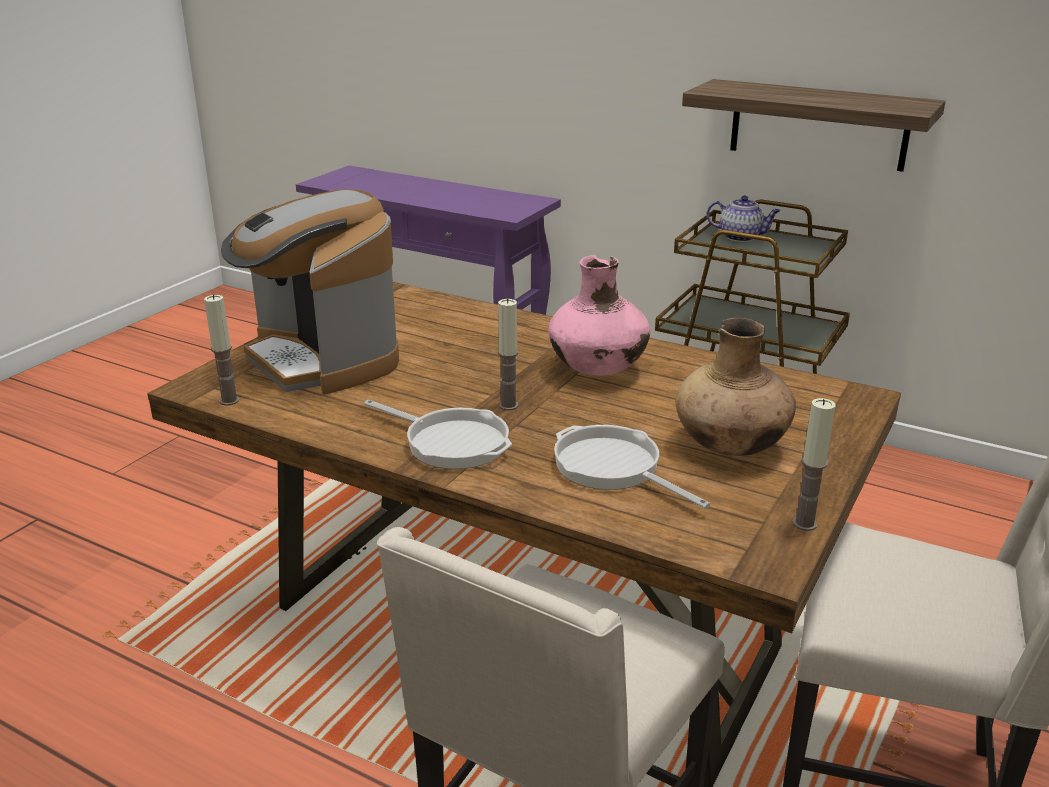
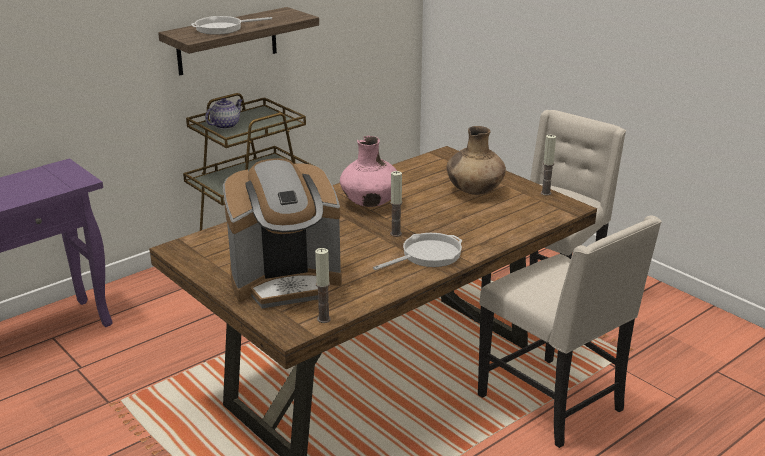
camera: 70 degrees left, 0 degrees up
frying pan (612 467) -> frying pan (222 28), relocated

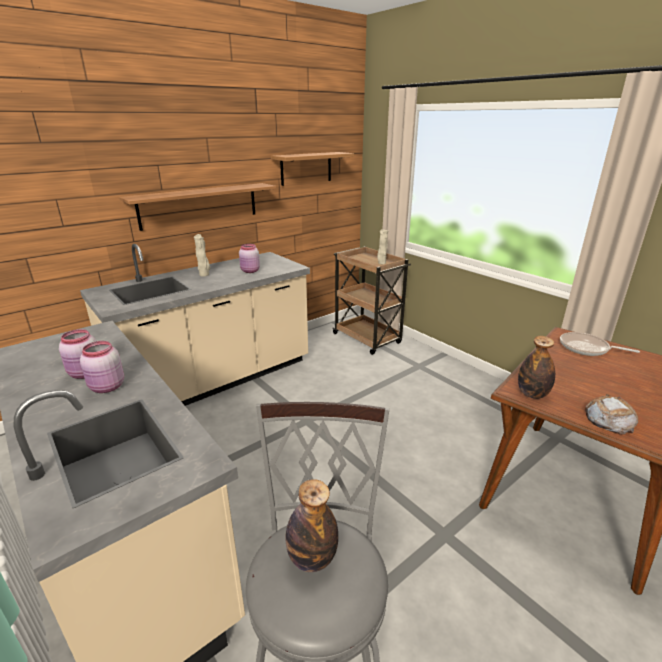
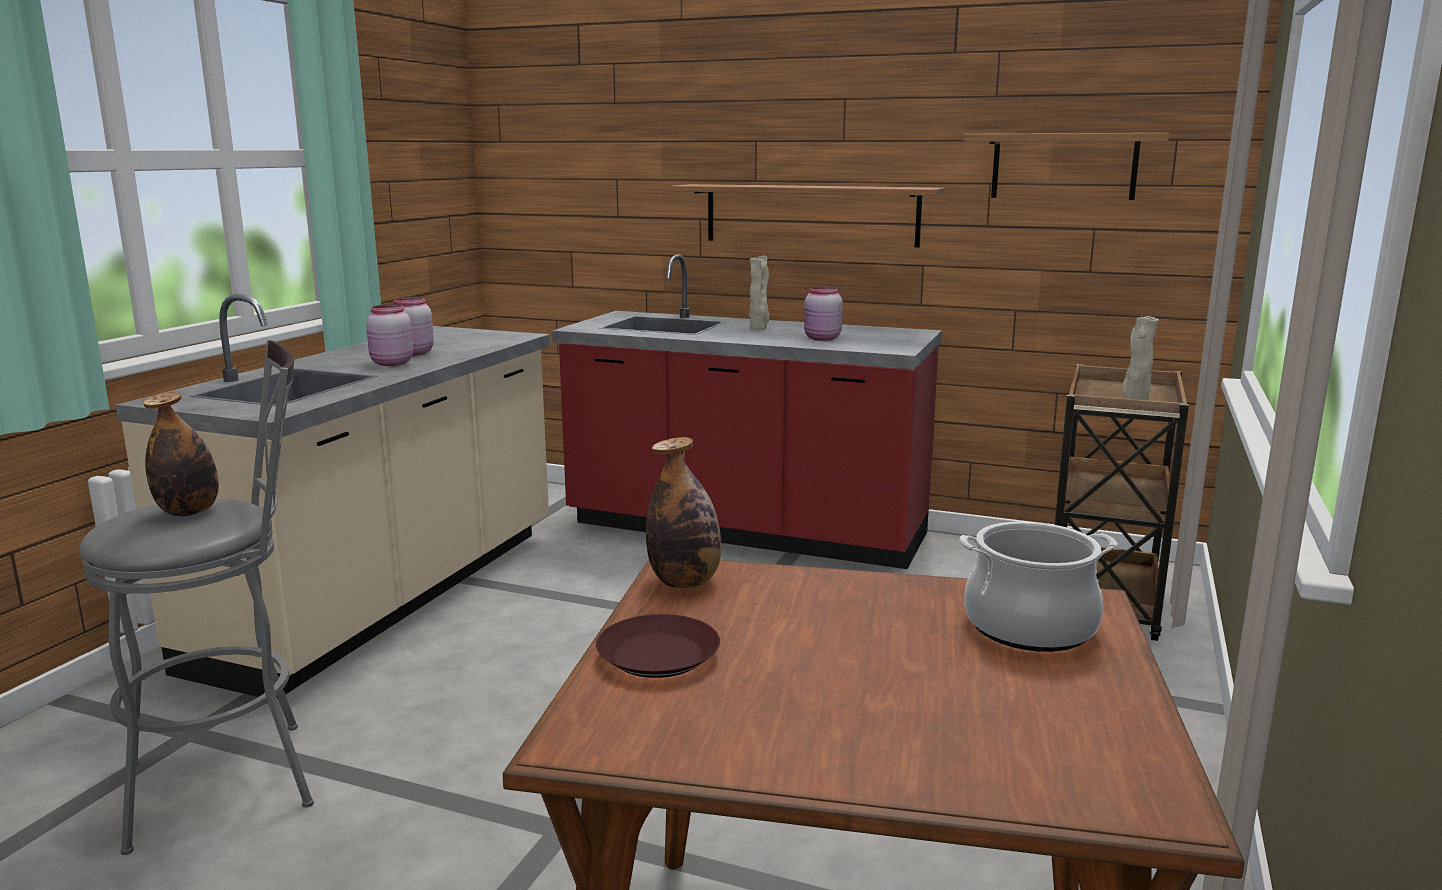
camera: 60 degrees right, 10 degrees down
counter (beige) (217 381) -> counter (red) (745 531)
bread (609 419) -> plate (brown) (657 655)
frying pan (586 348) -> cooking pot (1030 627)

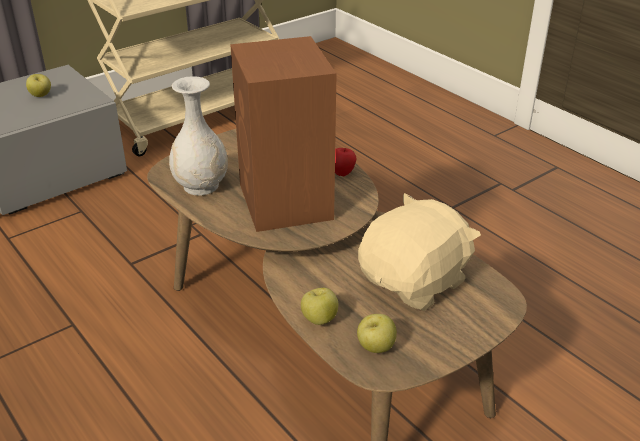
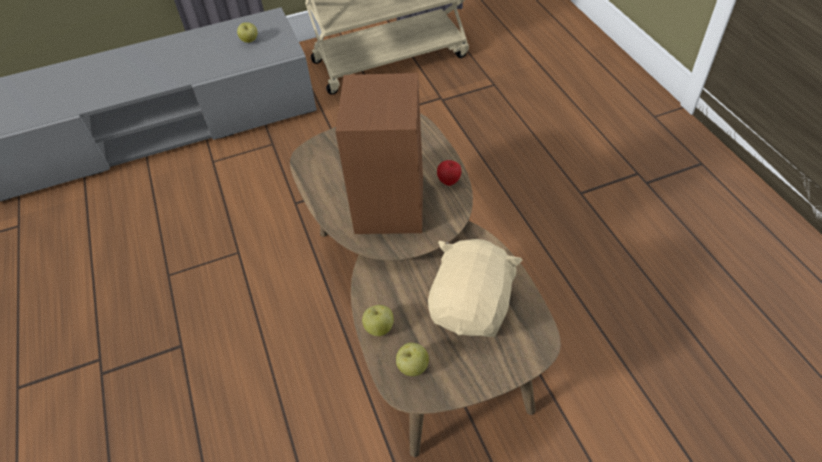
camera: 20 degrees right, 15 degrees up
plush toy (beige) (415 282) -> plush toy (beige) (472 307), 45 degrees counterclockwise
vase (white) (201 185) -> none

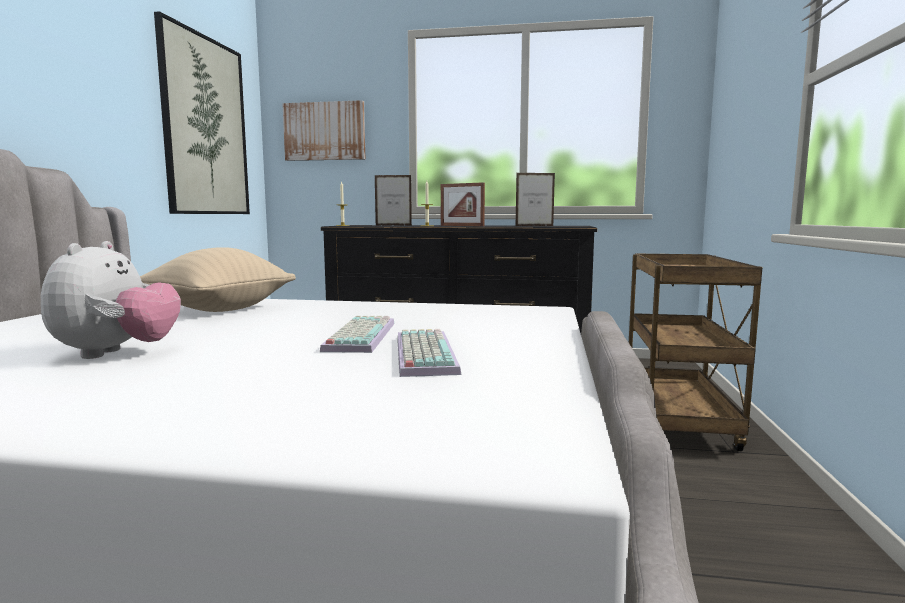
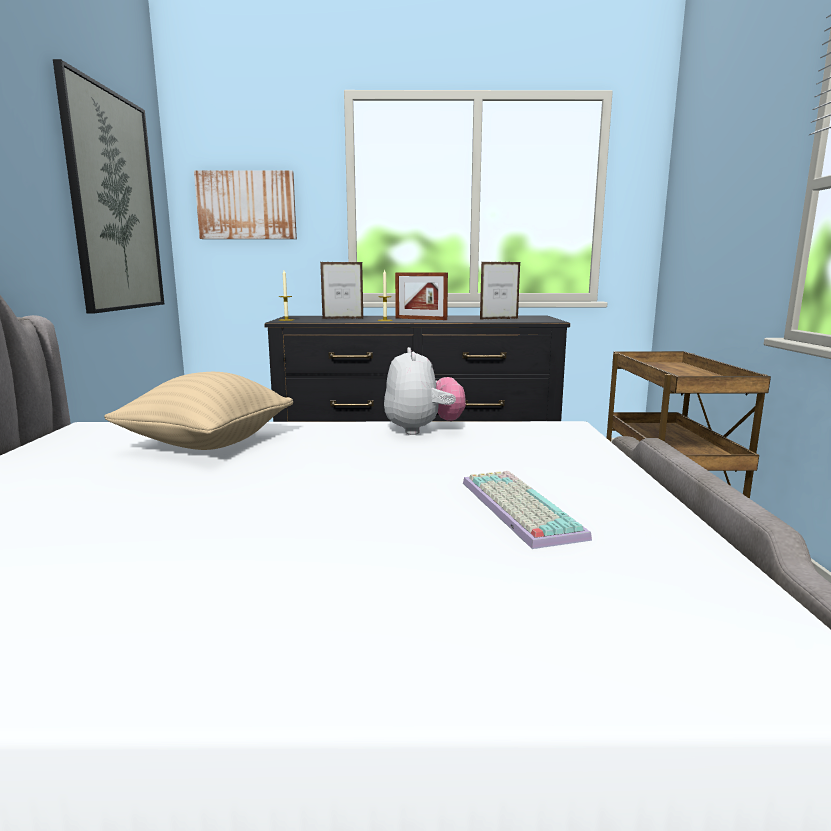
camera: 10 degrees left, 5 degrees up
plush toy (117 353) -> plush toy (422 430), relocated
keyboard (359 335) -> none

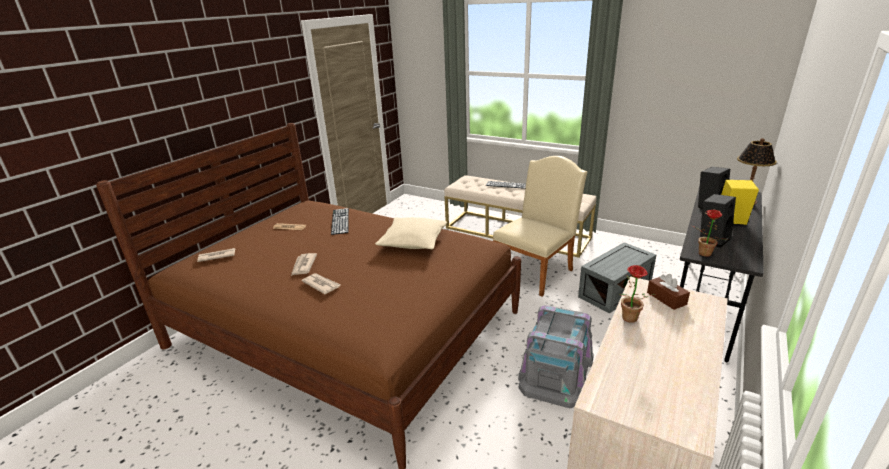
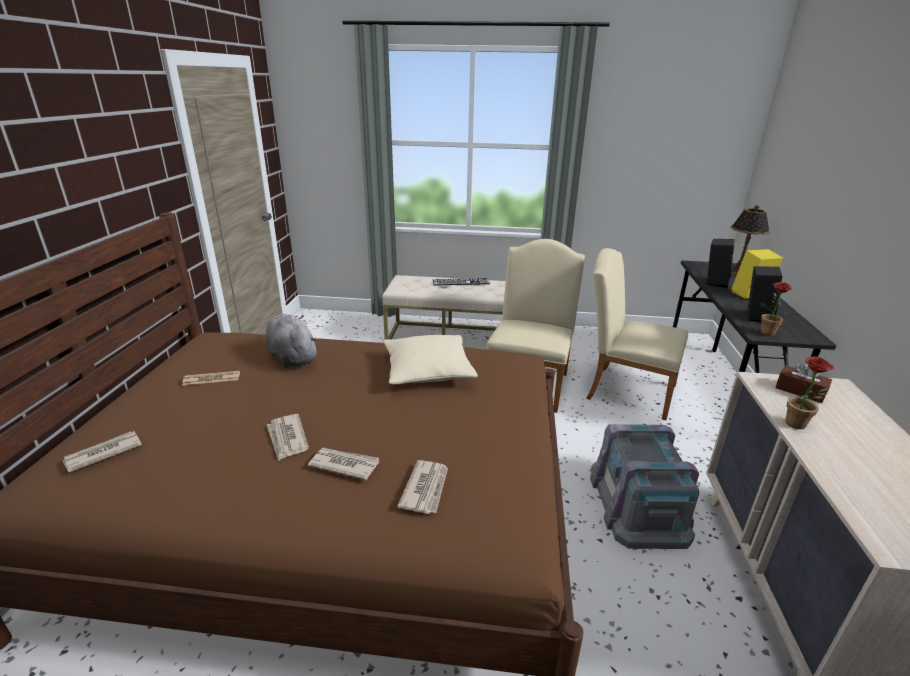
camera: 25 degrees left, 0 degrees up
keyboard (340 221) -> plush toy (grey) (292 357)
none -> newspaper (426 488)
storage box (grey) (614 290) -> chair (beige) (624 389)

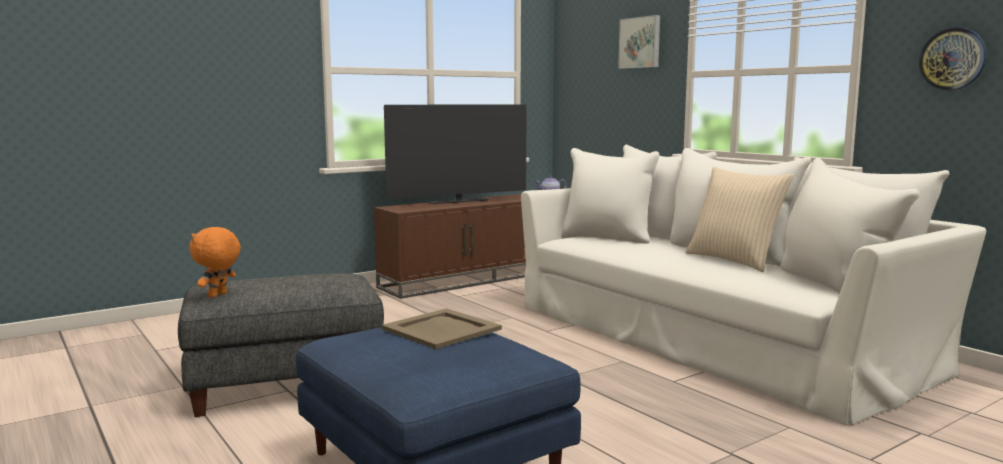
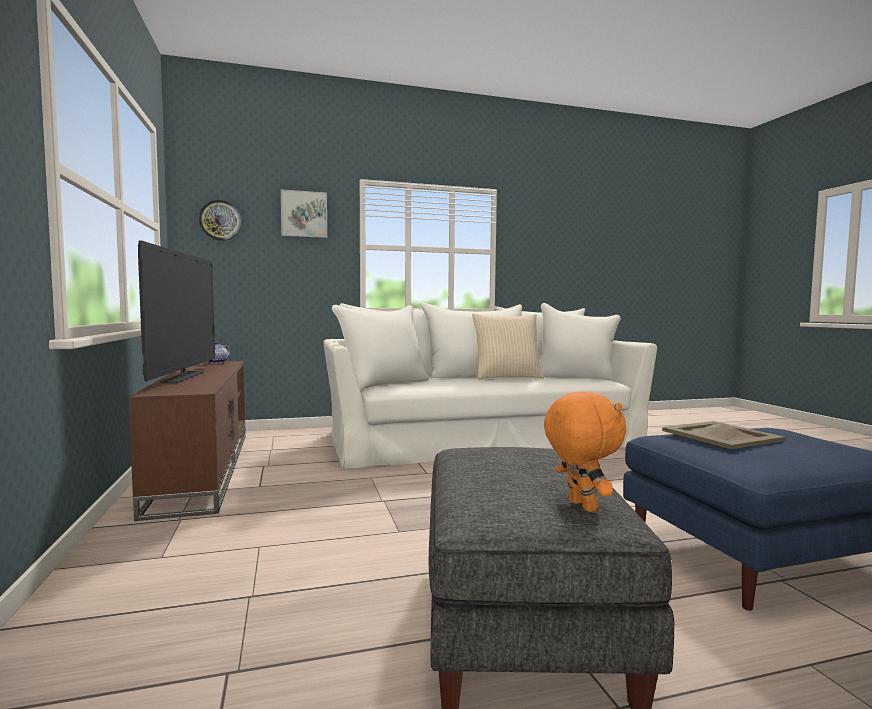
camera: 70 degrees left, 5 degrees down
wall clock (952 59) -> wall clock (220 220), relocated
plush toy (orange) (218 295) -> plush toy (orange) (580 506), 150 degrees counterclockwise

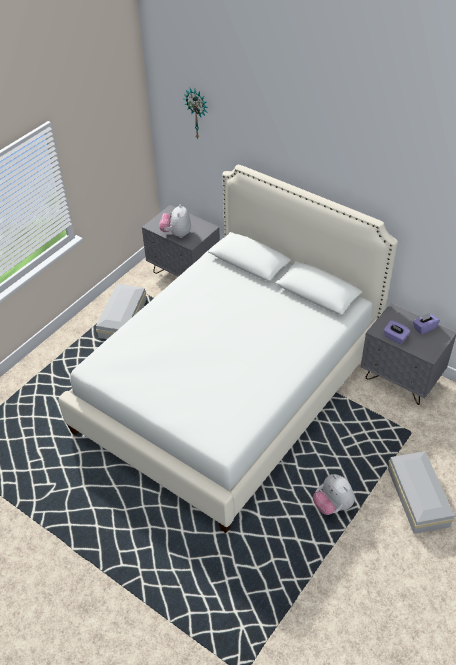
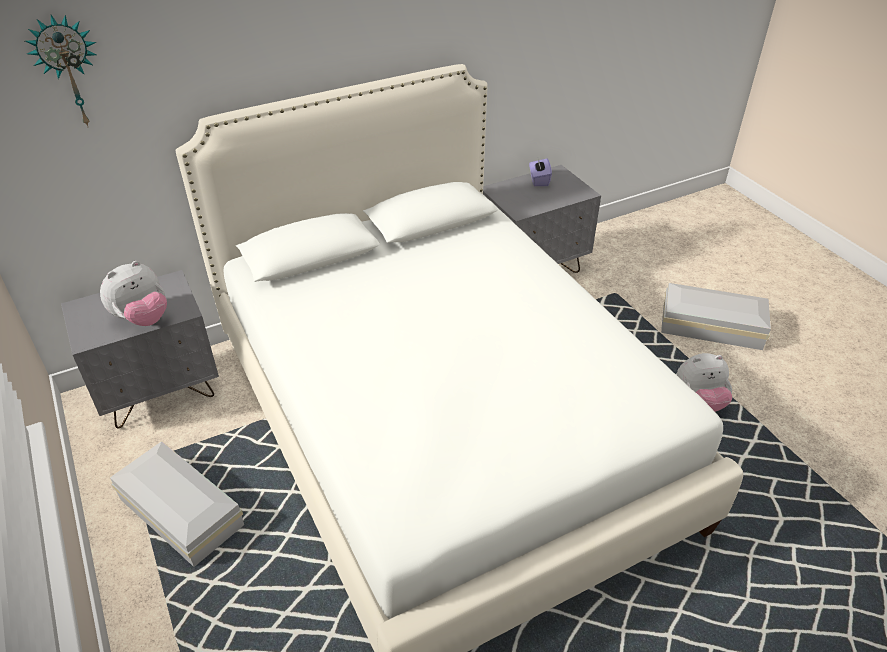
camera: 65 degrees left, 5 degrees down
plush toy (176 234) -> plush toy (143 318), 75 degrees counterclockwise
tissue box (purple) (395 337) -> none

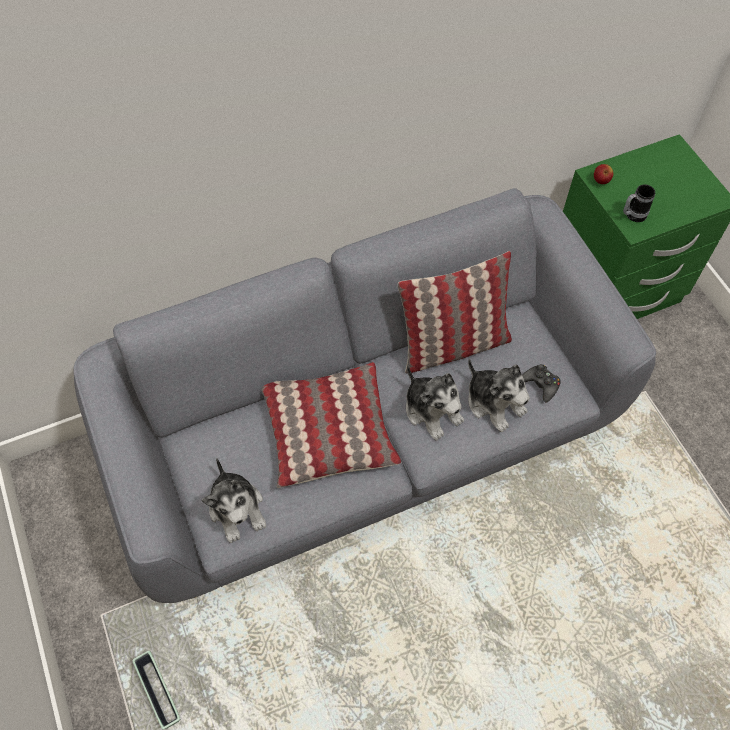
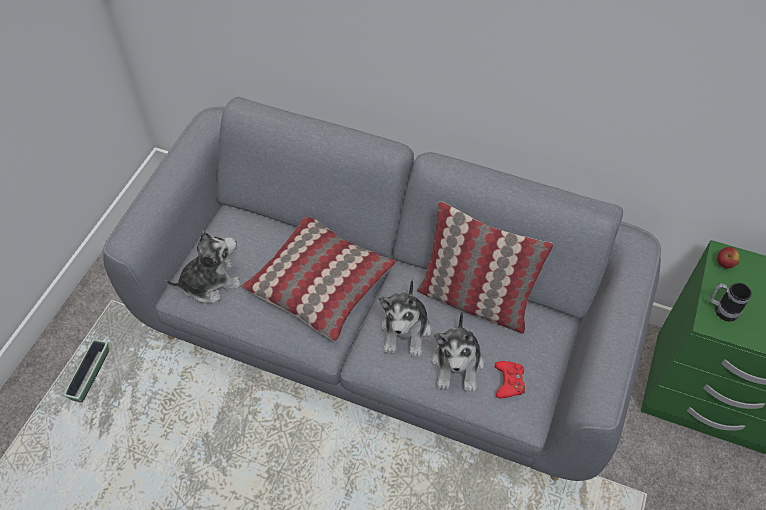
camera: 45 degrees right, 5 degrees down
plush toy (237 509) -> plush toy (210 283), 135 degrees counterclockwise
game controller (black) (541 384) -> game controller (red) (509 382)

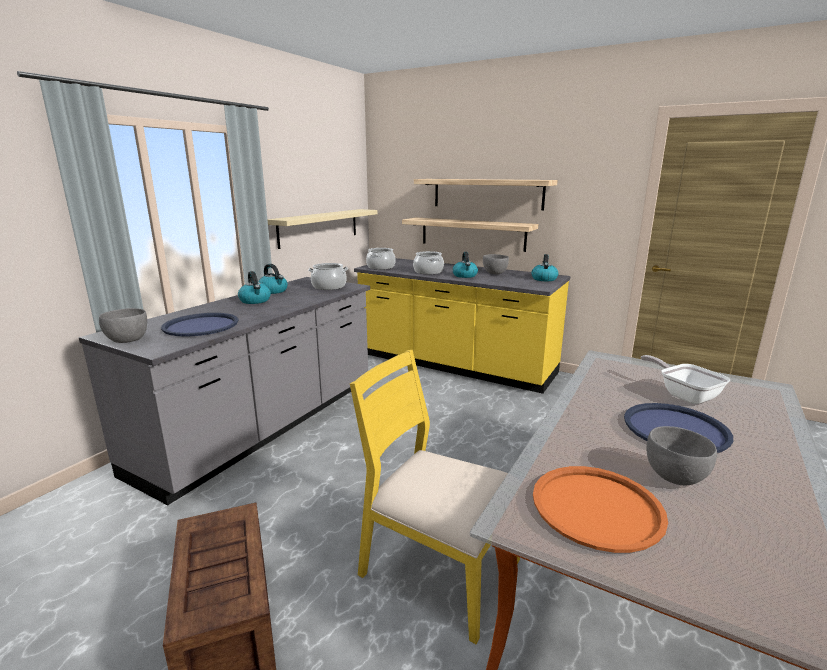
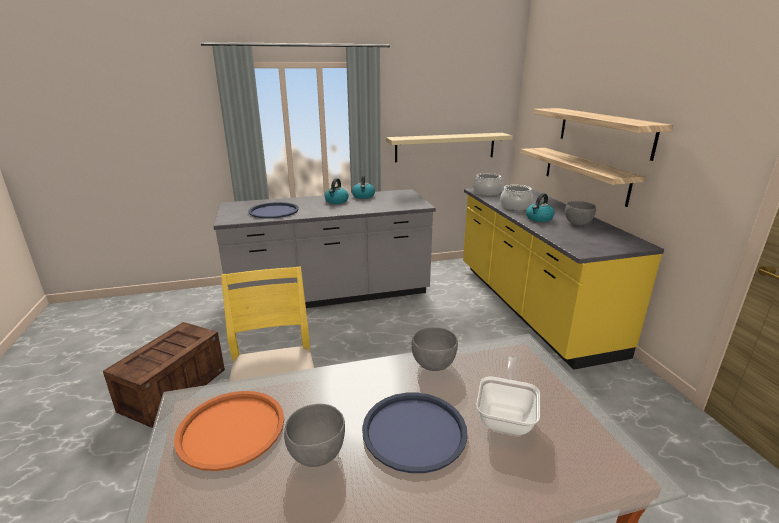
camera: 45 degrees right, 5 degrees up
bowl (grey) (127 341) -> bowl (grey) (433 365), relocated
cooking pot (329 286) -> none
kettle (544 279) -> none

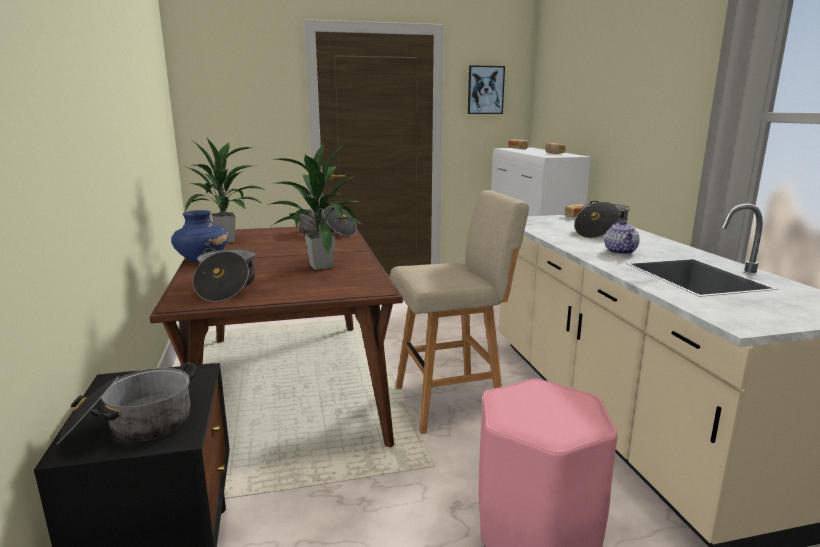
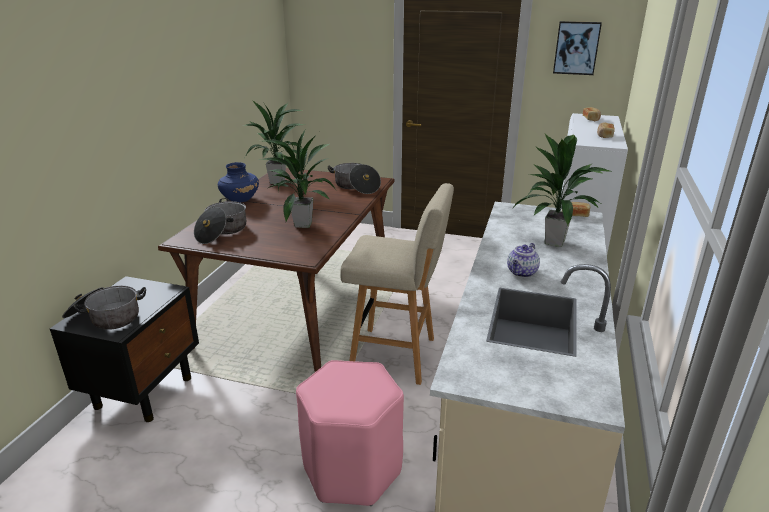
camera: 30 degrees right, 10 degrees up
cooking pot (600 232) -> potted plant (555 242)

